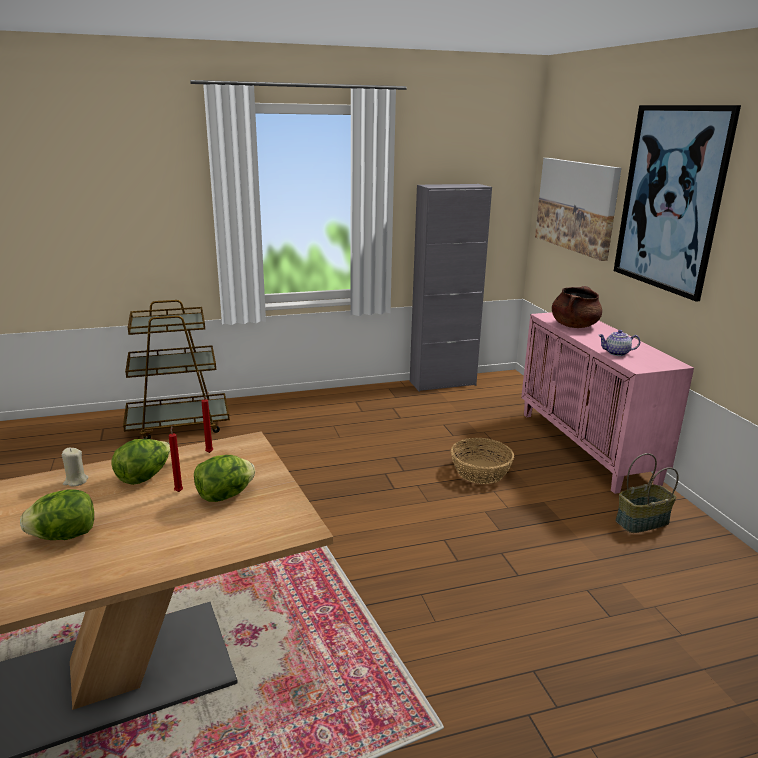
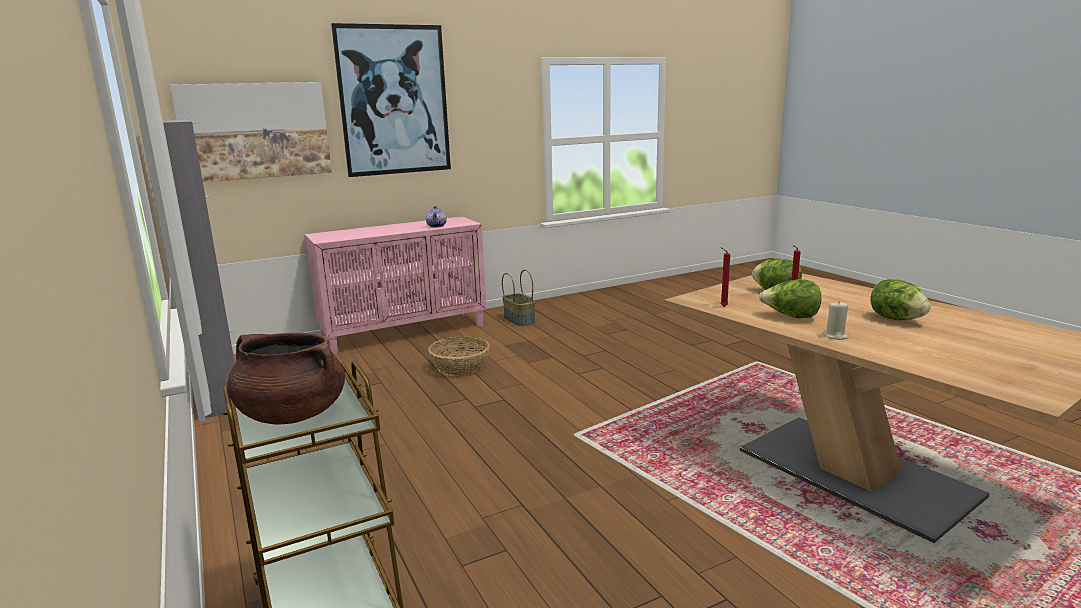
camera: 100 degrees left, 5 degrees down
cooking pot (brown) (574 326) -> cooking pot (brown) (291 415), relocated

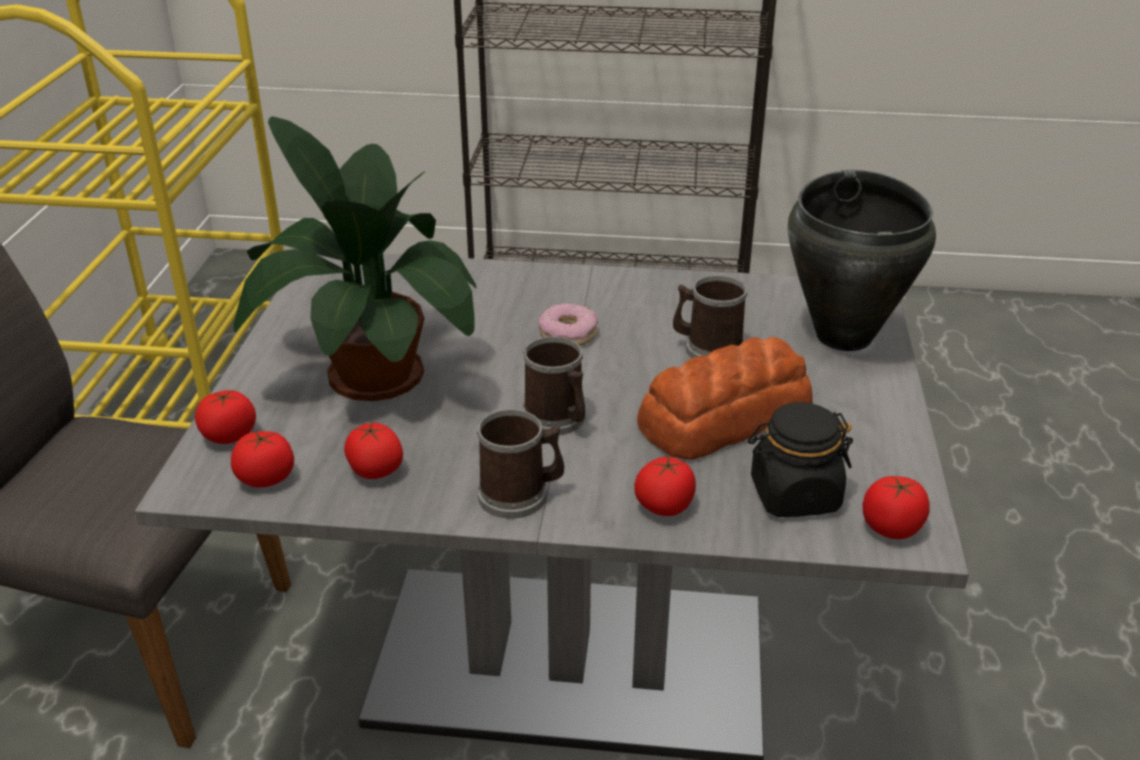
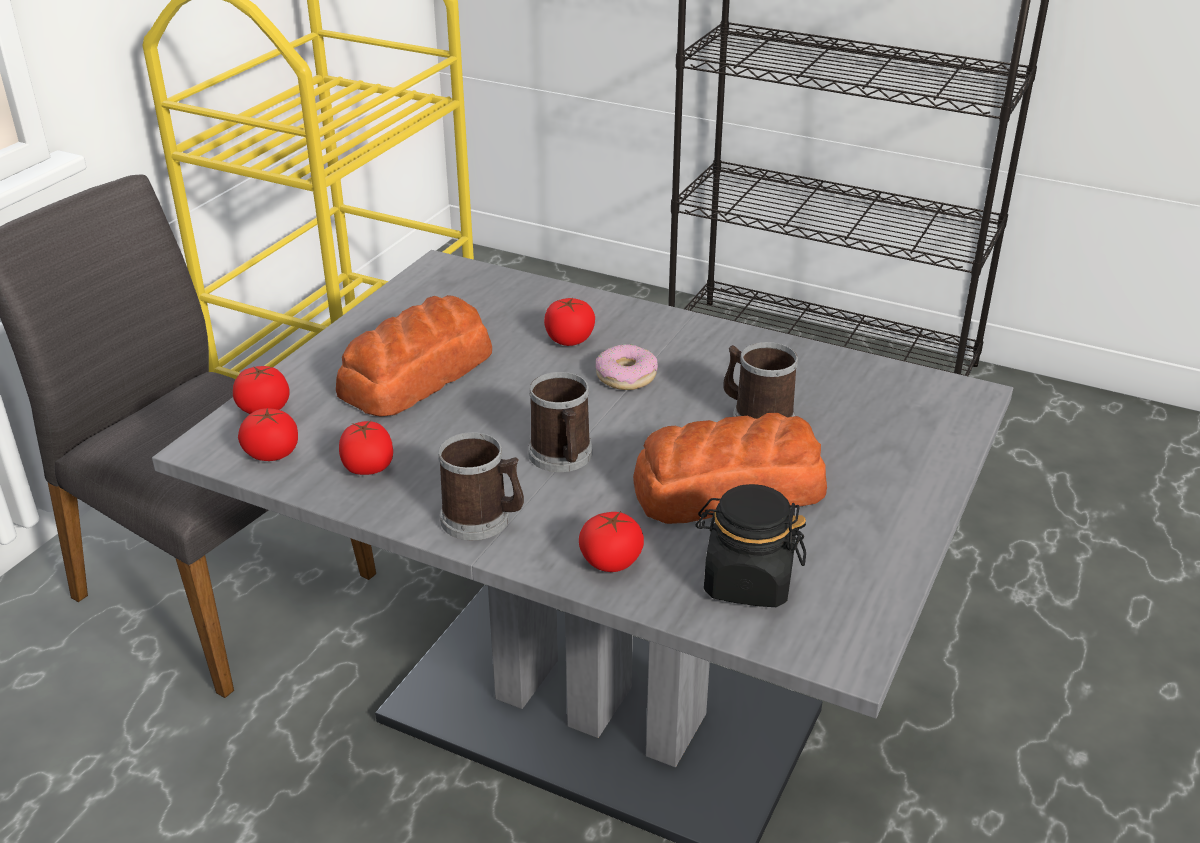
camera: 20 degrees right, 0 degrees up
potted plant (369 370) -> bread (418 375)
tomato (891 527) -> tomato (569 339), relocated
cooking pot (black) (845 336) -> none

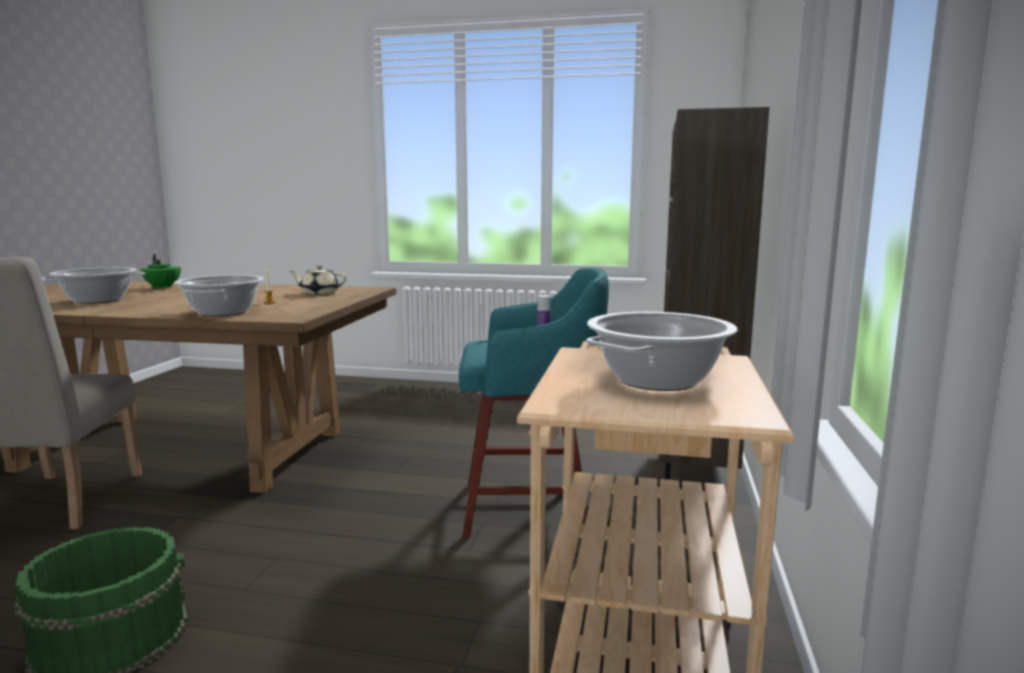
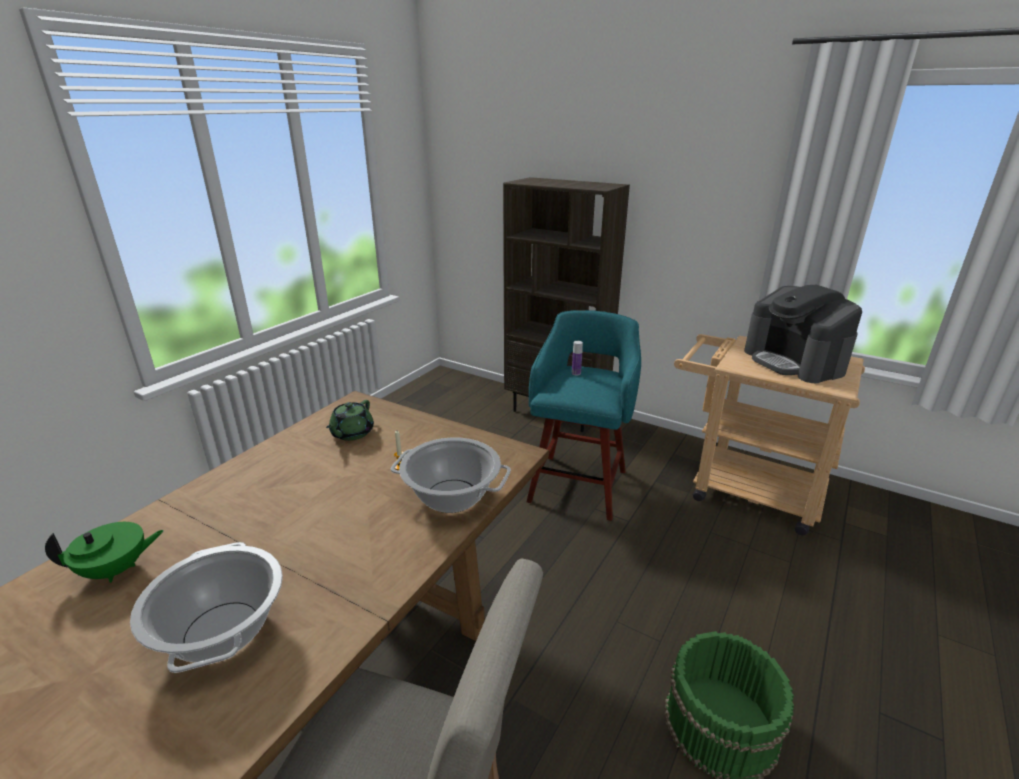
camera: 70 degrees left, 15 degrees up
teapot (beige) (319 293) -> teapot (green) (351 433)
cooking pot (658 380) -> coffee machine (794 362)

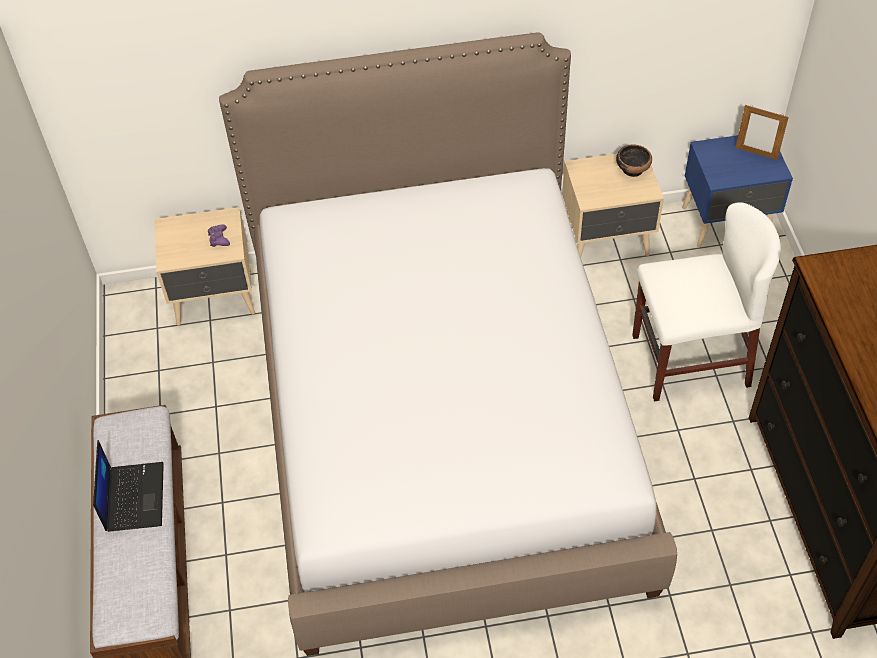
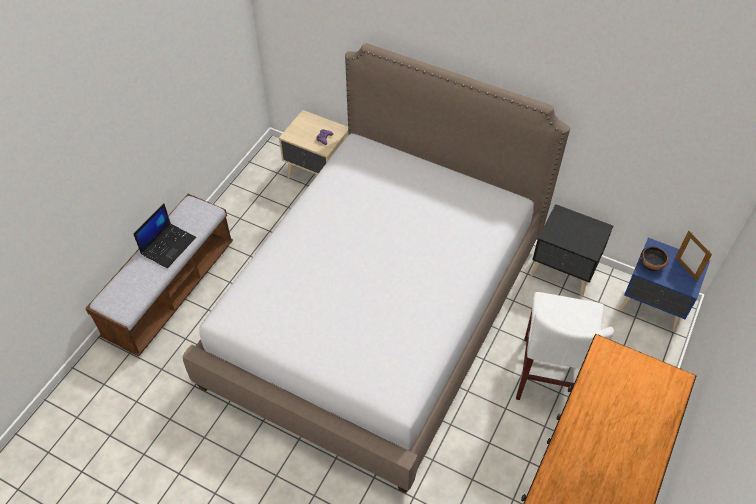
camera: 35 degrees right, 0 degrees up
chair (white) (690 360) -> chair (white) (551 373), 75 degrees clockwise
nightstand (beige) (607 242) -> nightstand (black) (563 272)
bowl (632 168) -> bowl (651 264), relocated

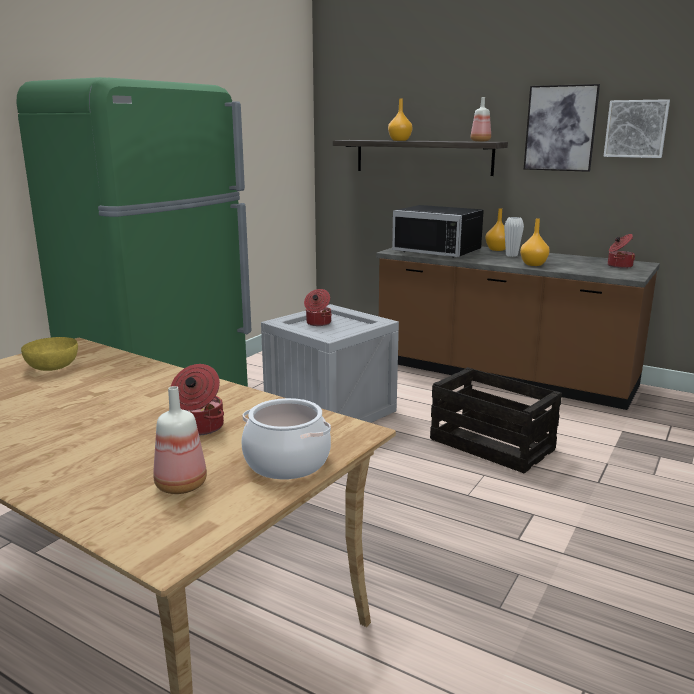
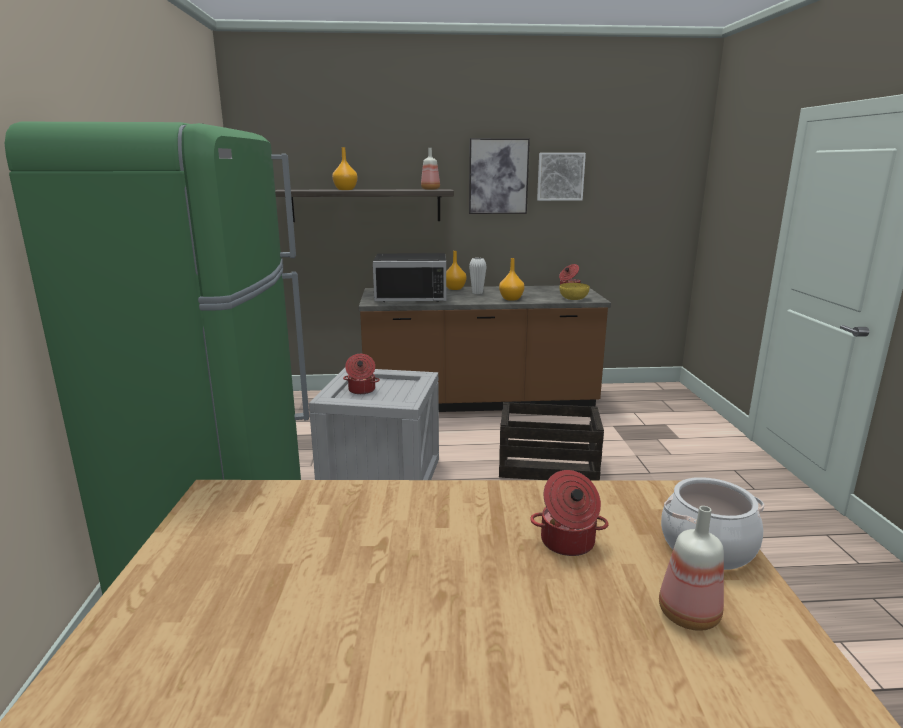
camera: 35 degrees left, 0 degrees up
bowl (yellow) (53 367) -> bowl (yellow) (574 298), relocated

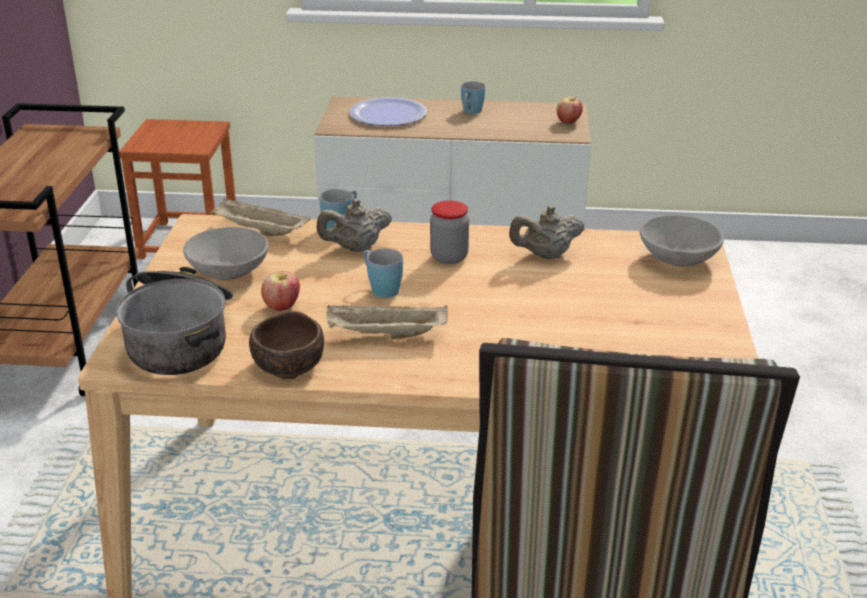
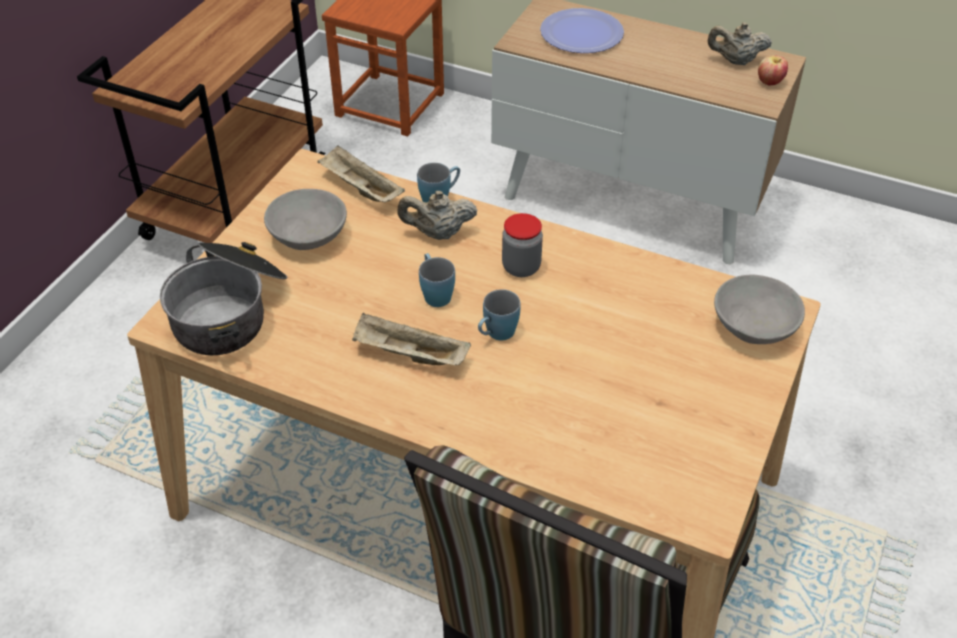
camera: 20 degrees right, 15 degrees up
mug (blue) (471 112) -> mug (blue) (496 334), relocated
teapot (beige) (546 255) -> teapot (beige) (736 61), relocated
bowl (brown) (288 366) -> none
apple (282 307) -> none

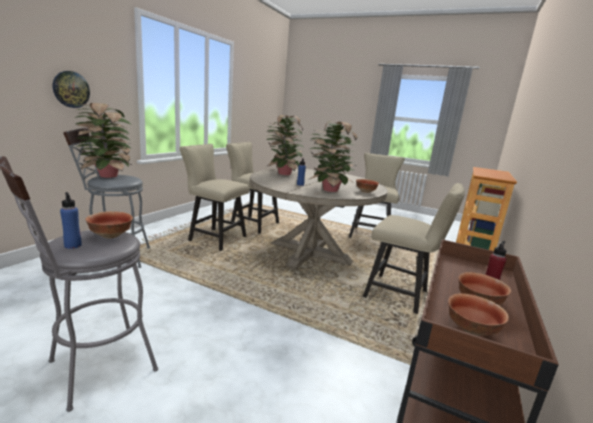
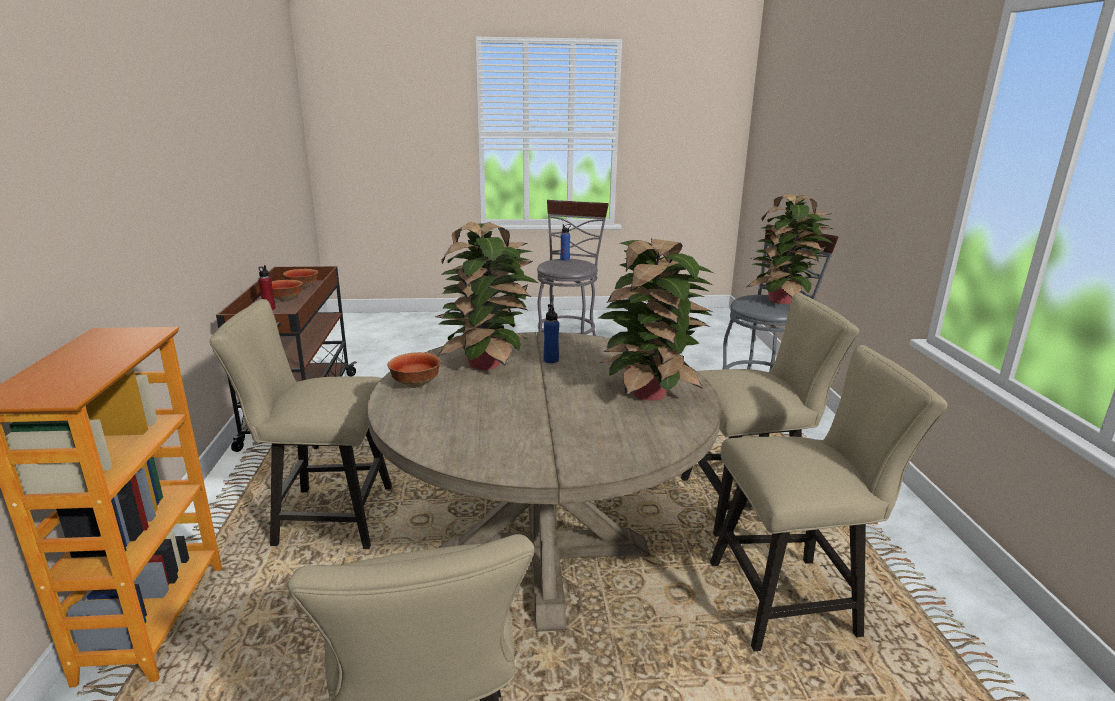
camera: 150 degrees right, 5 degrees up
wall clock (71 89) -> none
bowl (111 235) -> none

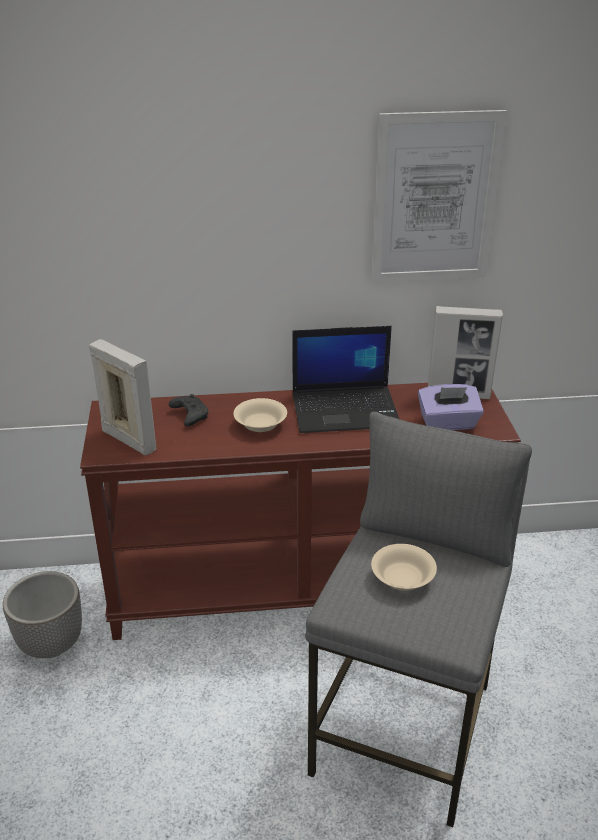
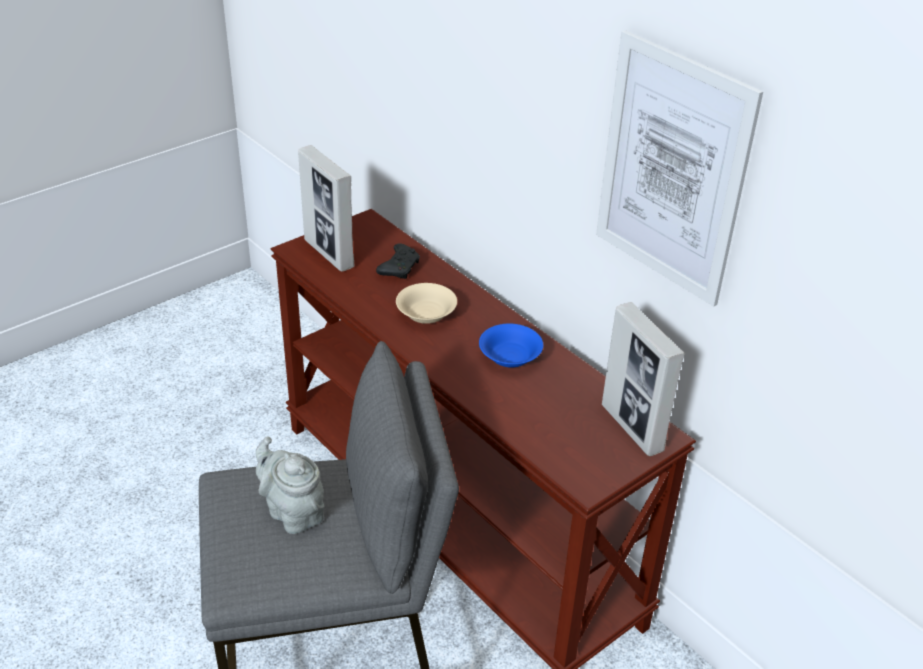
camera: 55 degrees right, 5 degrees up
bowl (beige) (403 578) -> teapot (grey) (293 512)
picture frame (129 440) -> picture frame (329 254), 135 degrees clockwise
laptop (346 409) -> bowl (blue) (511 357)
planter (52 643) -> none
tissue box (purple) (448 423) -> none

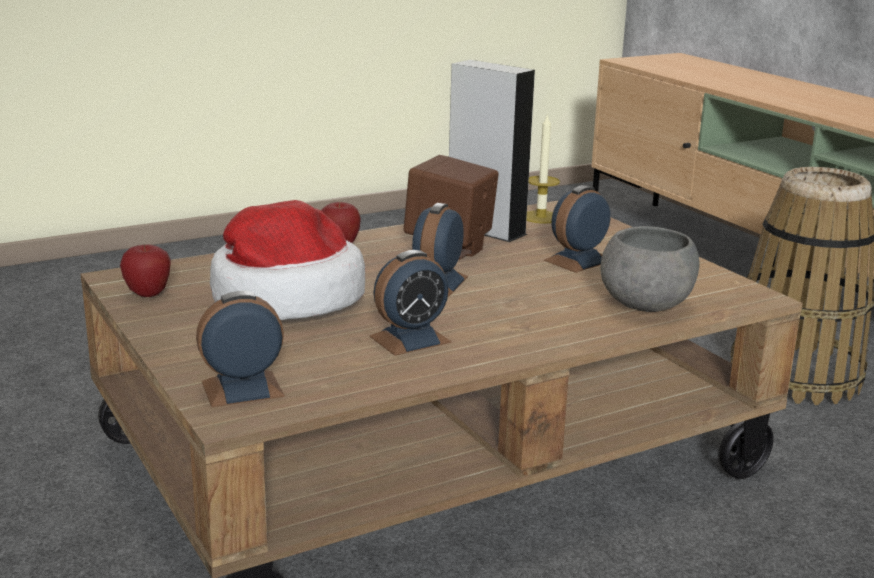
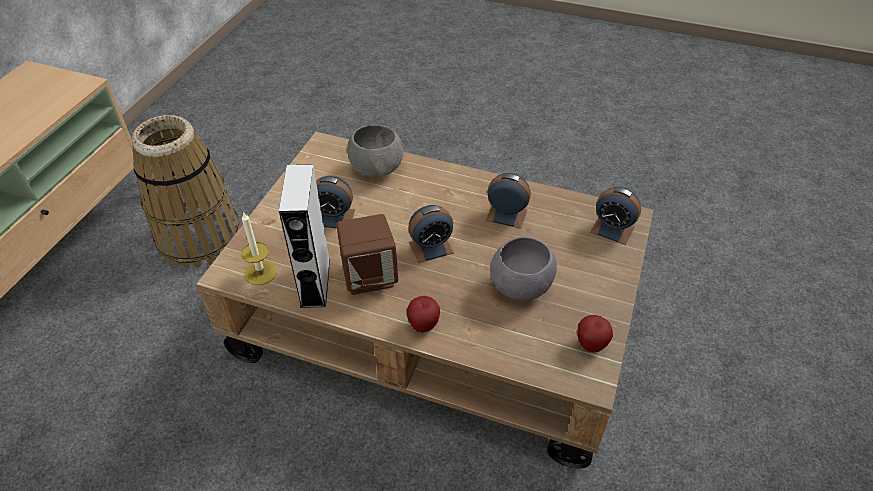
camera: 130 degrees left, 25 degrees up
hat (285 298) -> bowl (grey) (521 287)

